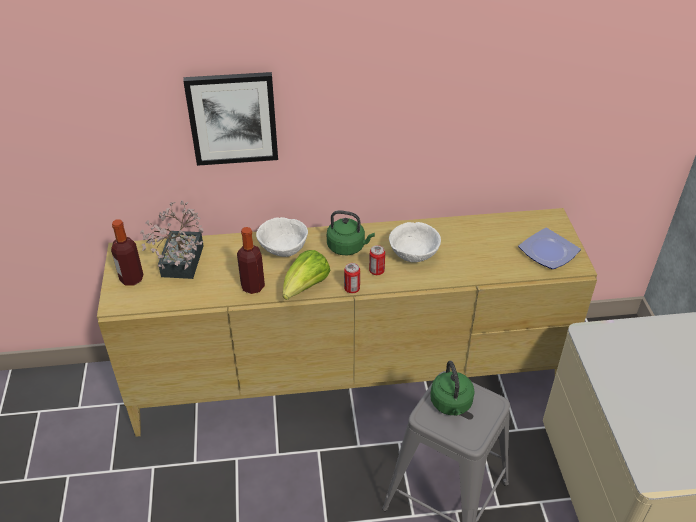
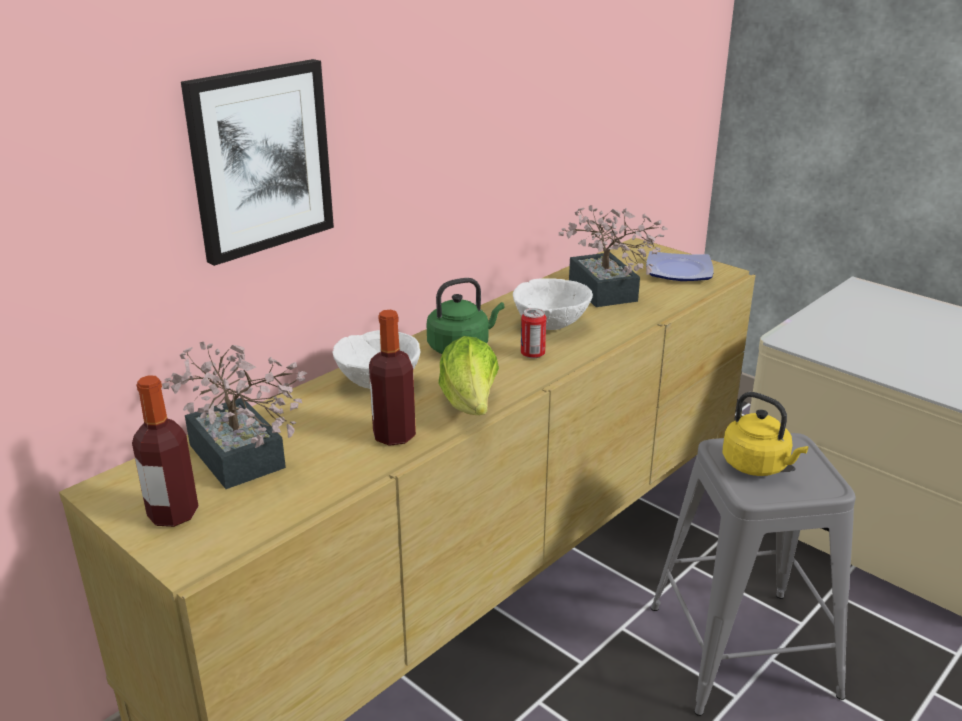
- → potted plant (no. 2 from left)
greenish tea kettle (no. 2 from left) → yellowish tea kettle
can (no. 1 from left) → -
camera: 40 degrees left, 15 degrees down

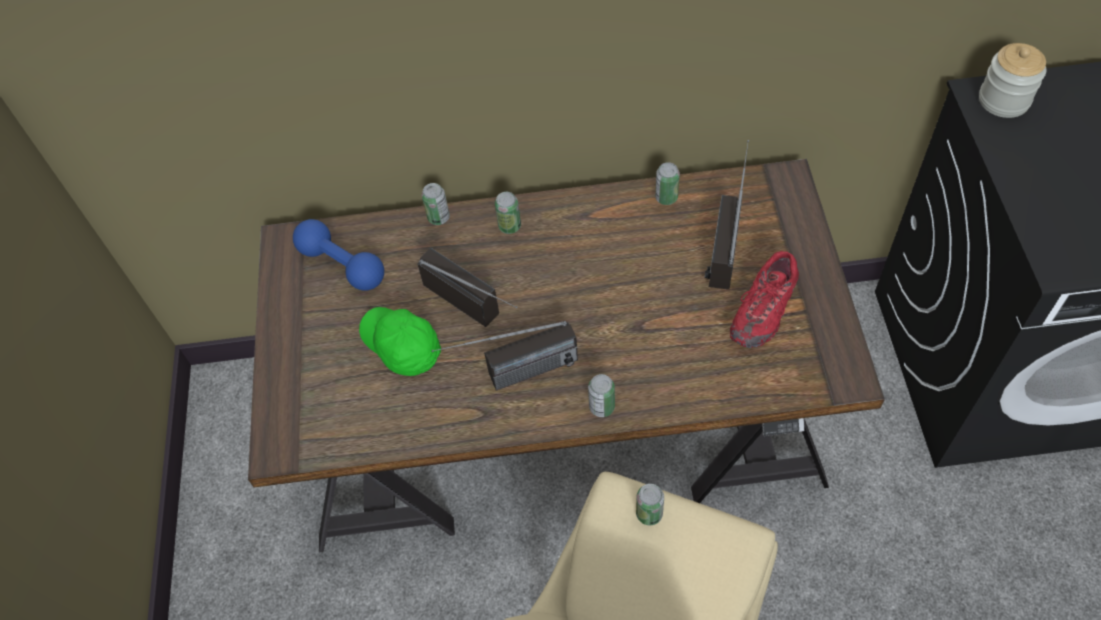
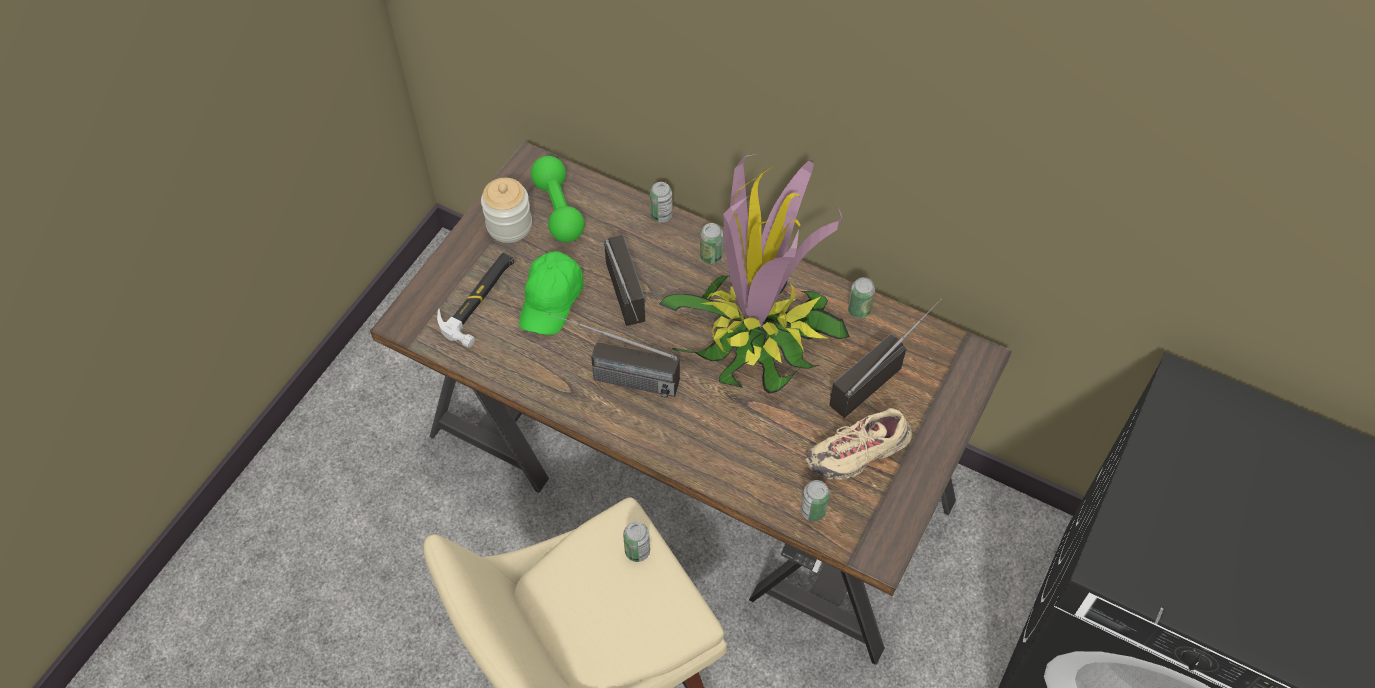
- → tool hammer
preserve jar, relocated
greenish cap, 150 degrees counterclockwise
blue free weight → greenish free weight
- → potted plant
can (no. 3 from left in the first image) → can (no. 4 from left), relocated
red-coloured shoe → sand-coloured shoe
camera: 30 degrees right, 0 degrees up

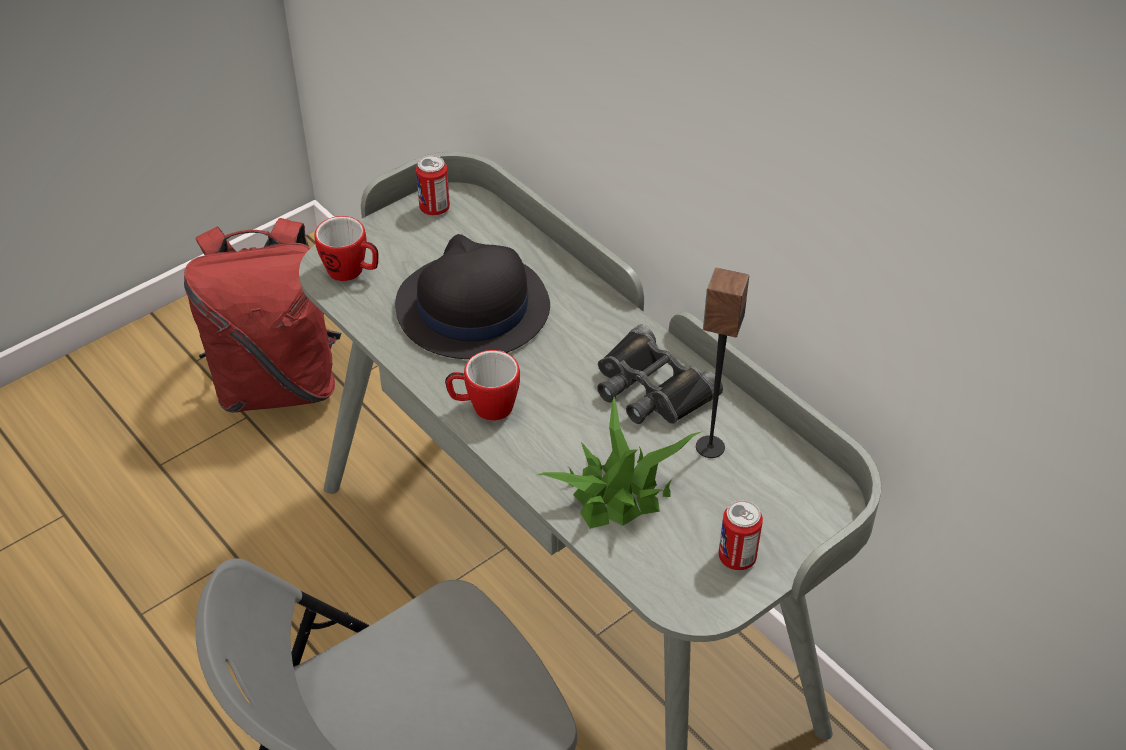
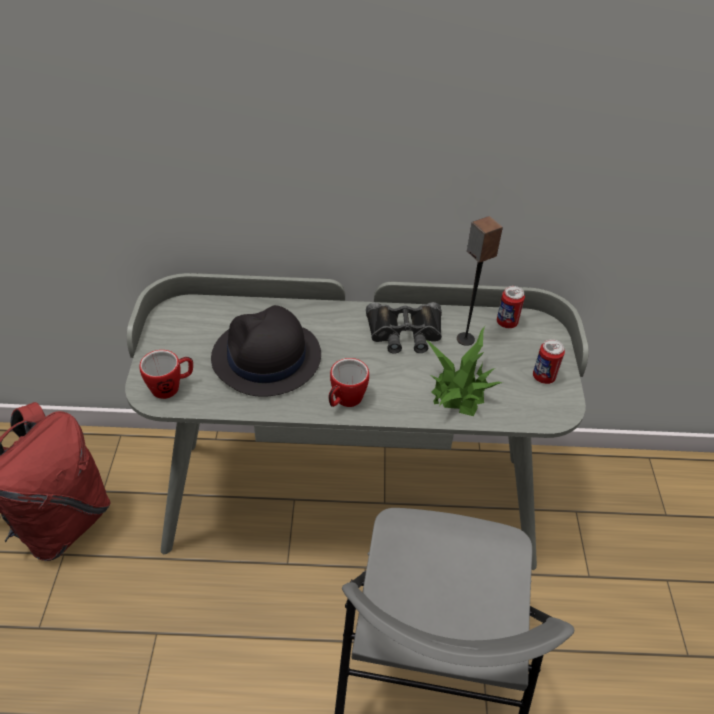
can (no. 1 from left), relocated
camera: 50 degrees left, 0 degrees up

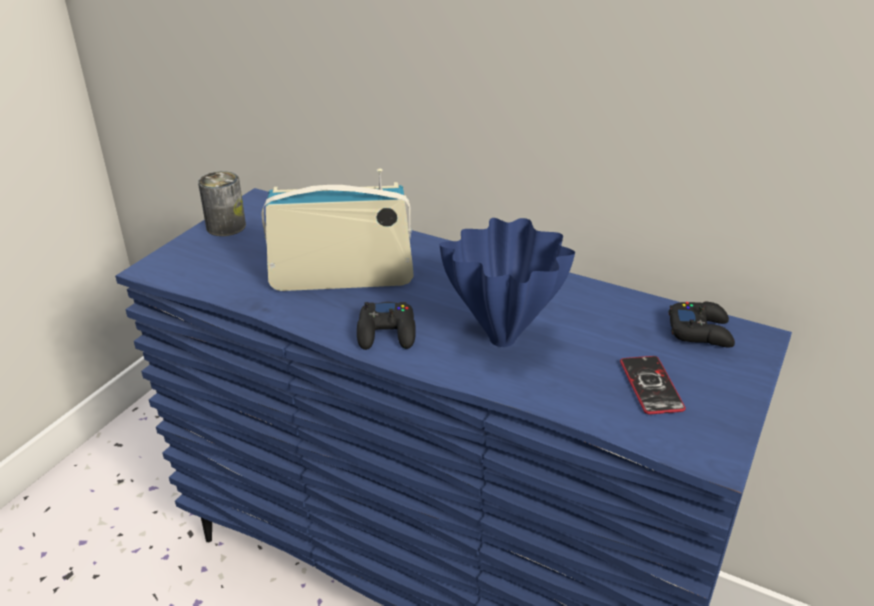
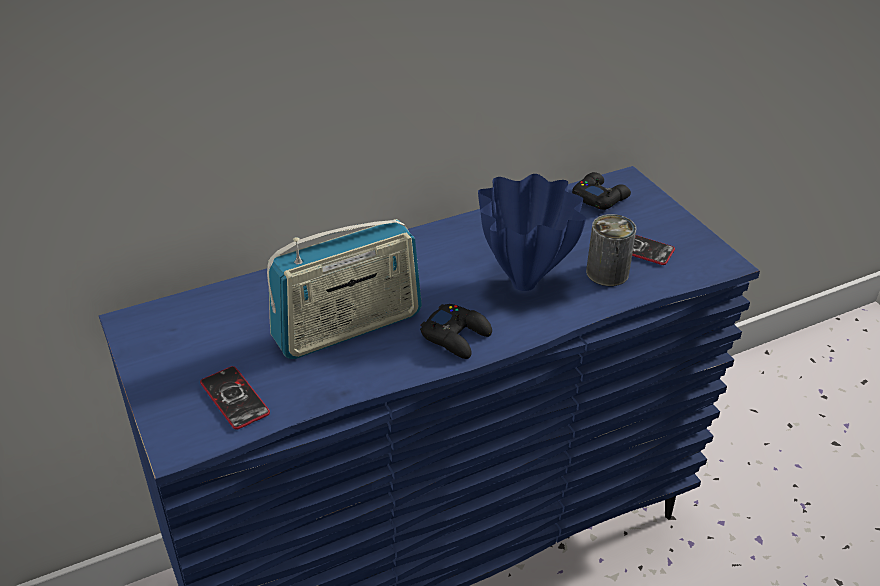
- → phone (no. 1 from left)
radio set, 150 degrees counterclockwise
can, relocated
camera: 55 degrees left, 5 degrees up

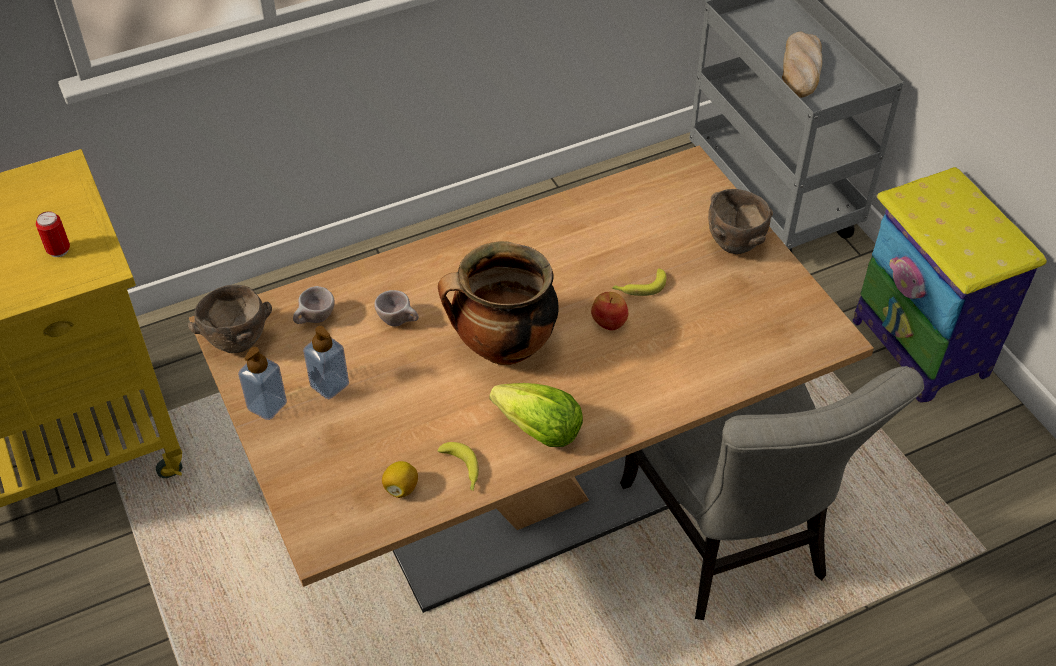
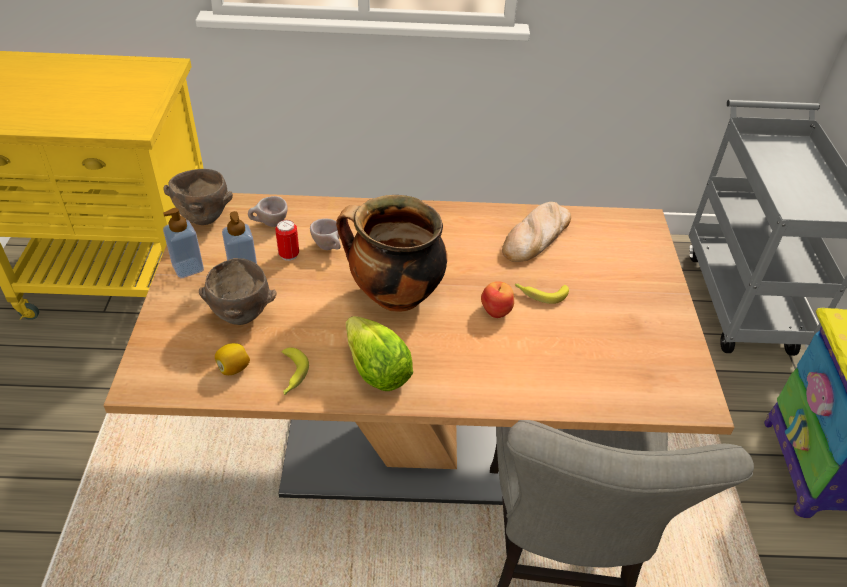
brownish bowl (no. 2 from left), relocated
can, relocated
baked bread, relocated
camera: 25 degrees right, 5 degrees down

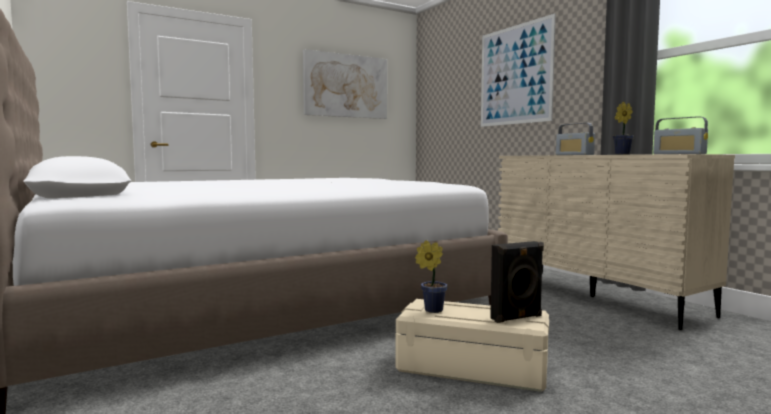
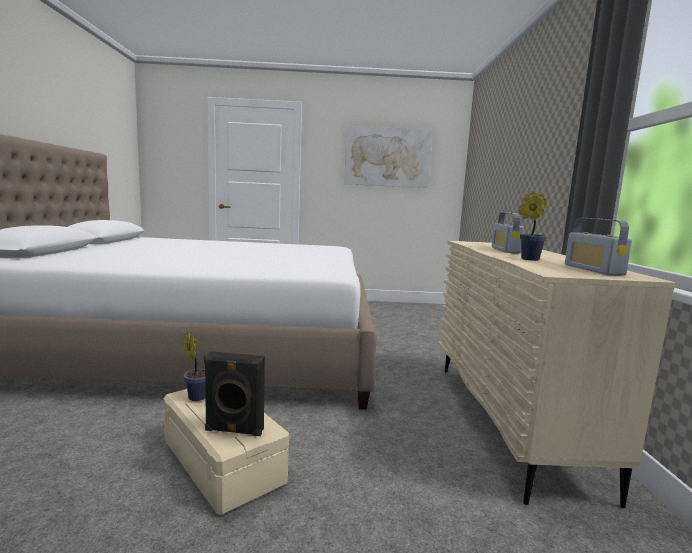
wall art (no. 2 from left) → -
camera: 30 degrees right, 5 degrees up

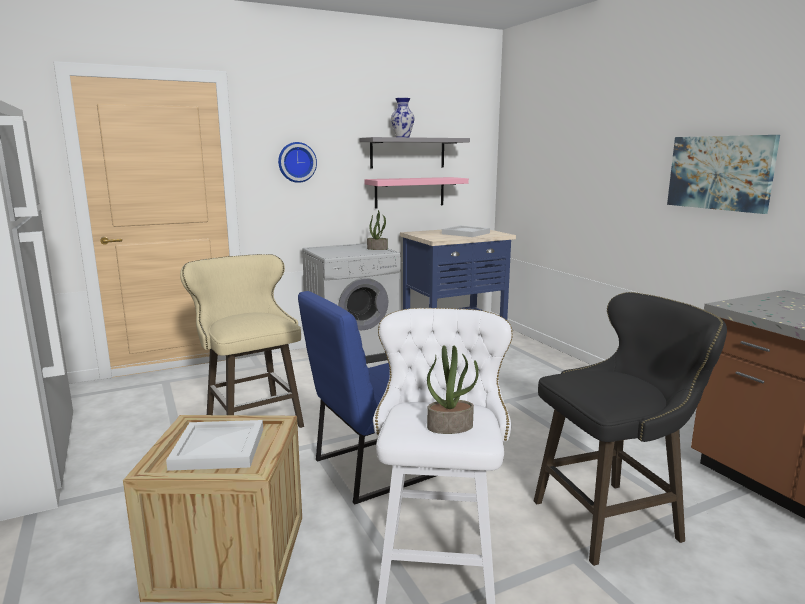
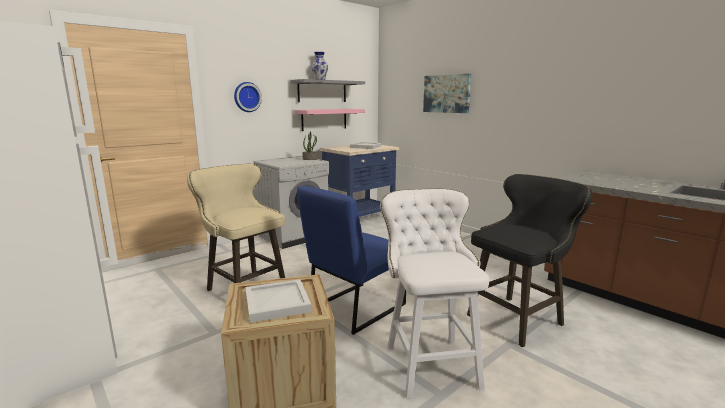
wall art, relocated
potted plant (no. 2 from left) → -
camera: 15 degrees left, 0 degrees up

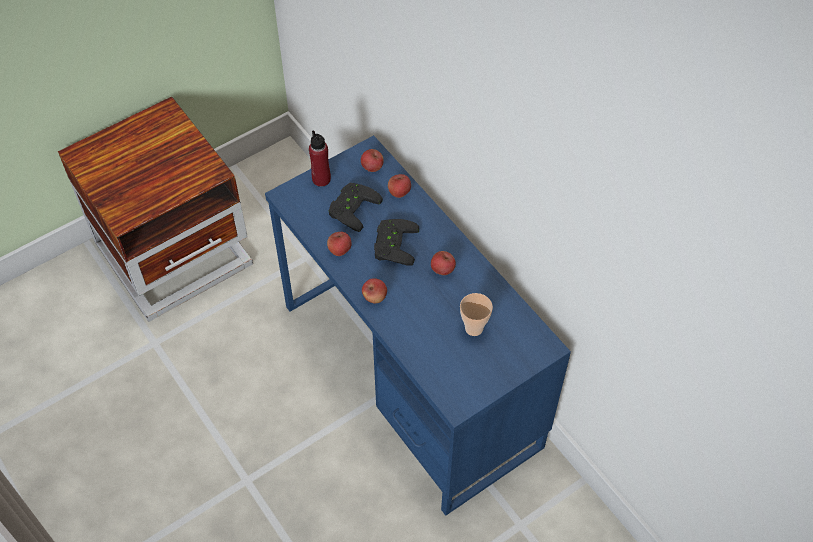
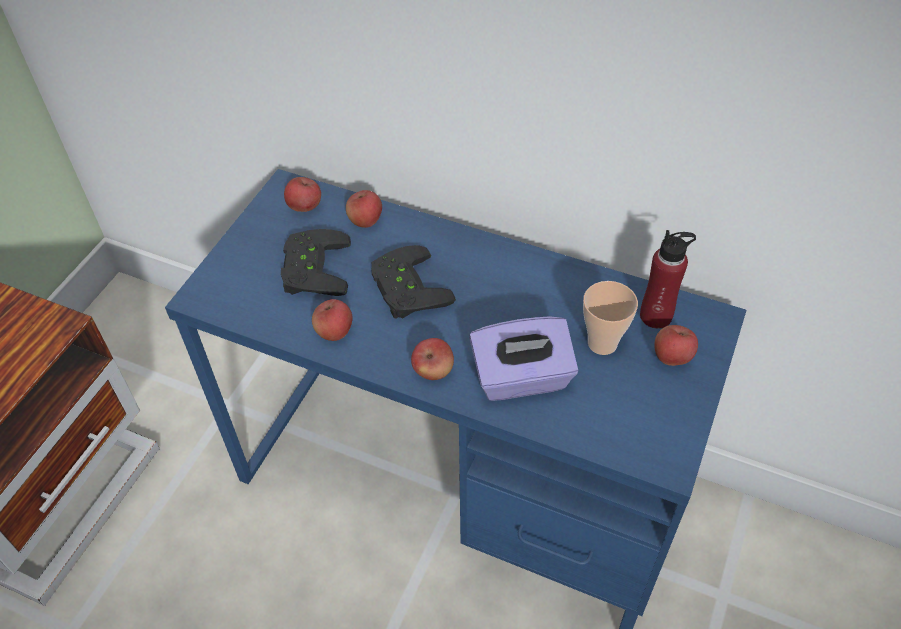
- → purple-coloured box of tissues
red-coloured drink bottle, relocated
whole apple (no. 5 from left), relocated
camera: 30 degrees left, 5 degrees down

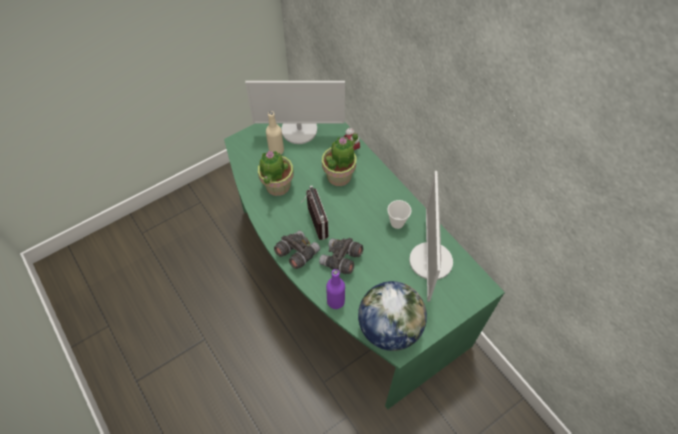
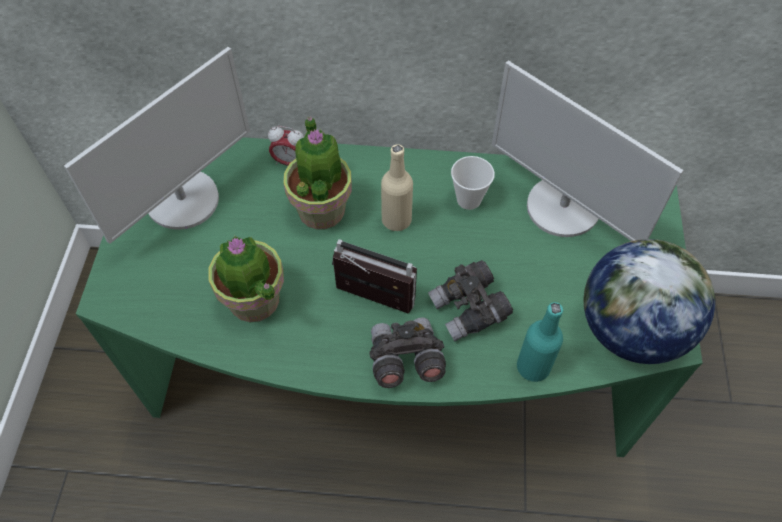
sand-coloured drink bottle, relocated
purple-coloured drink bottle → turquoise-coloured drink bottle
camera: 50 degrees left, 0 degrees up

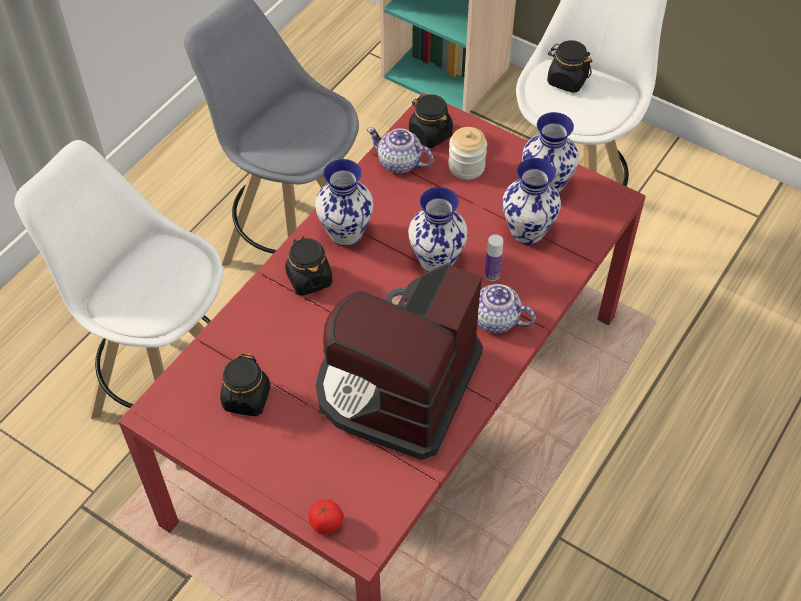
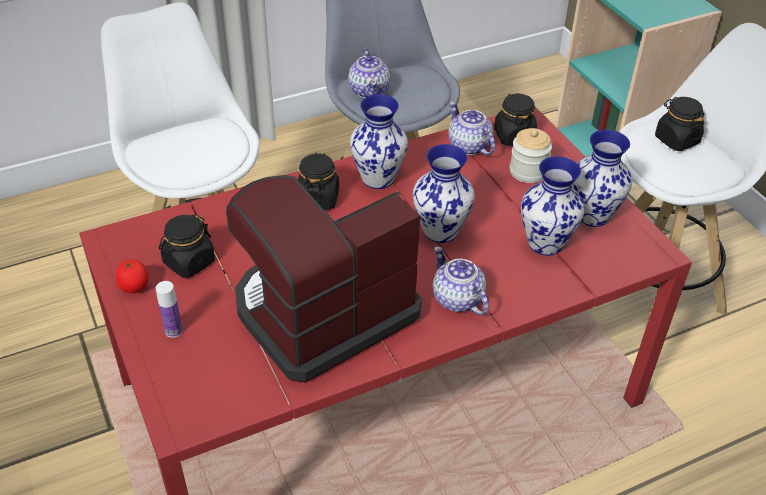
fresh tomato, relocated
drink bottle, relocated
- → teapot (no. 1 from left)
camera: 30 degrees right, 10 degrees down

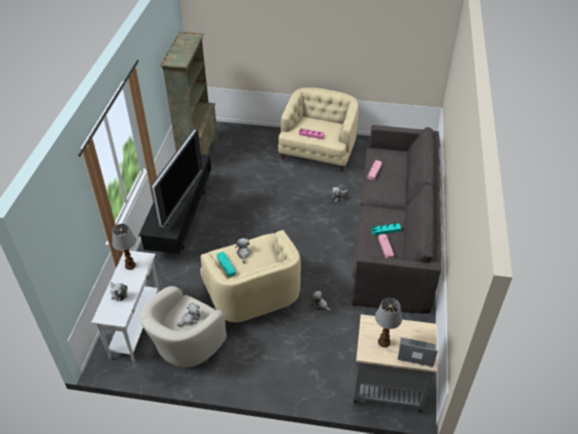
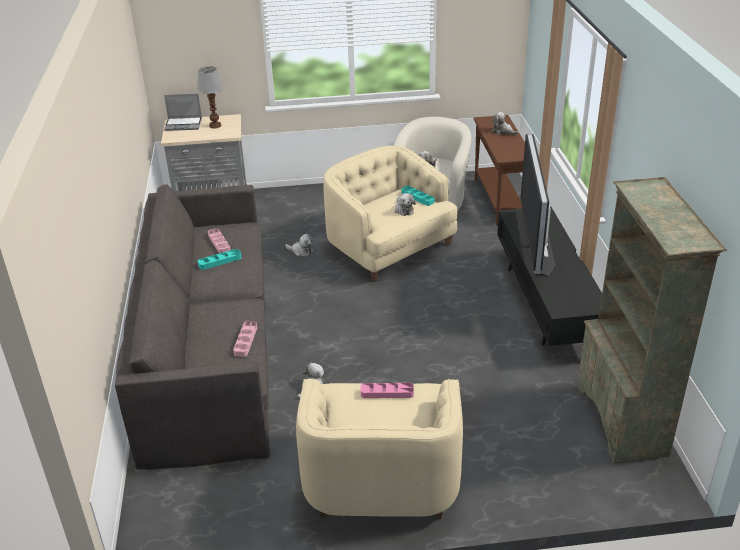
whitish hall table → brownish hall table
table lamp (no. 1 from left) → -
camera: 165 degrees right, 10 degrees down

